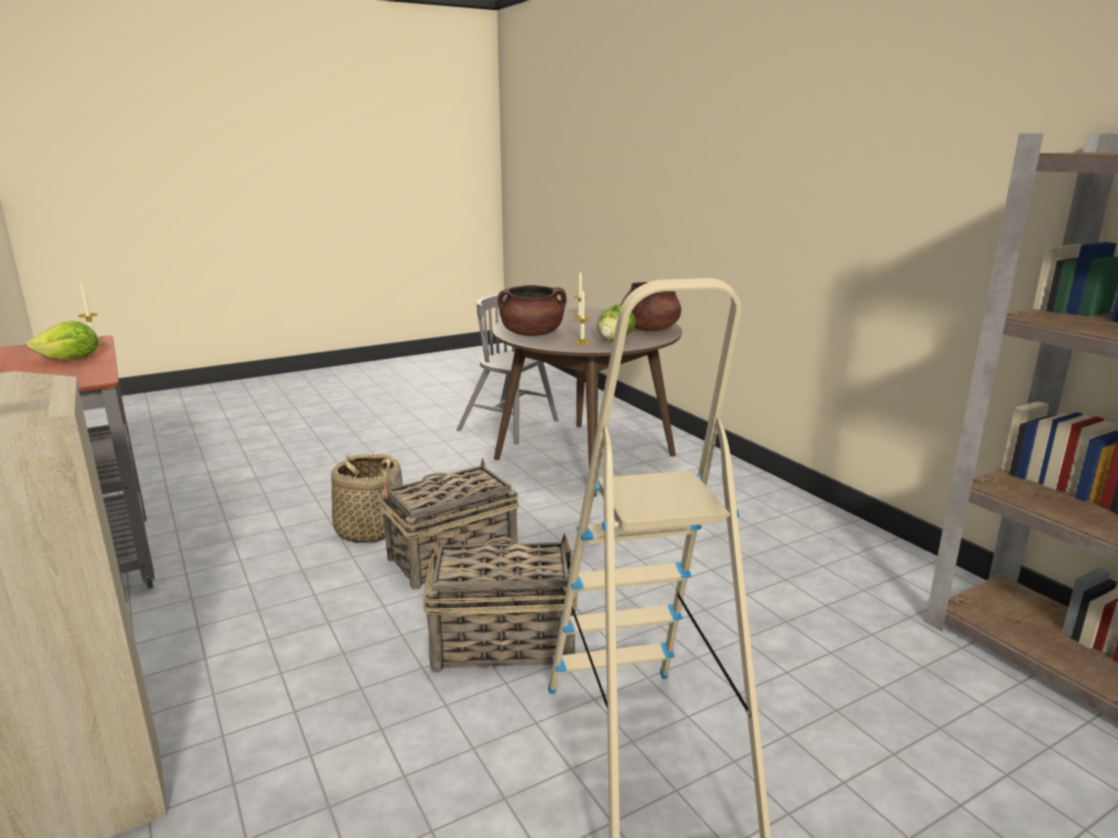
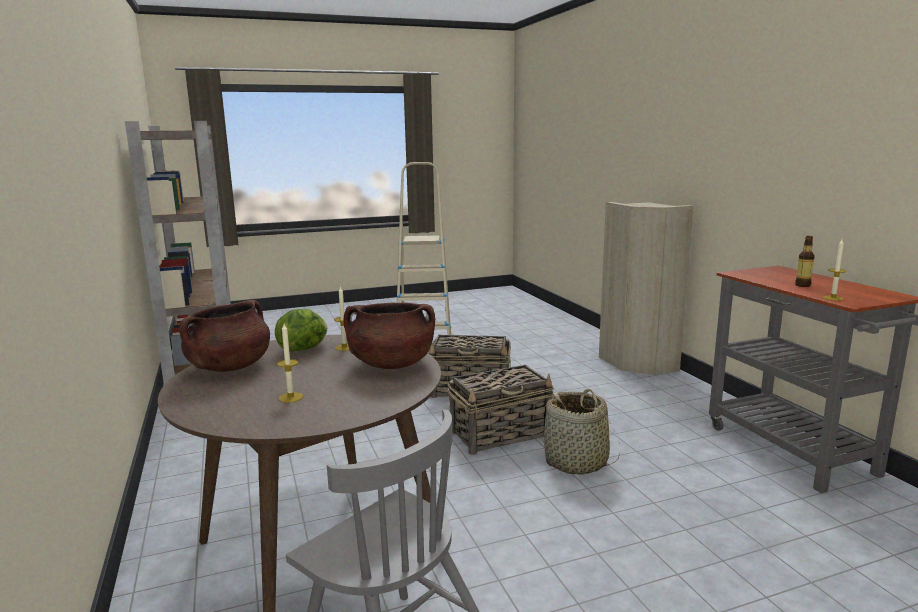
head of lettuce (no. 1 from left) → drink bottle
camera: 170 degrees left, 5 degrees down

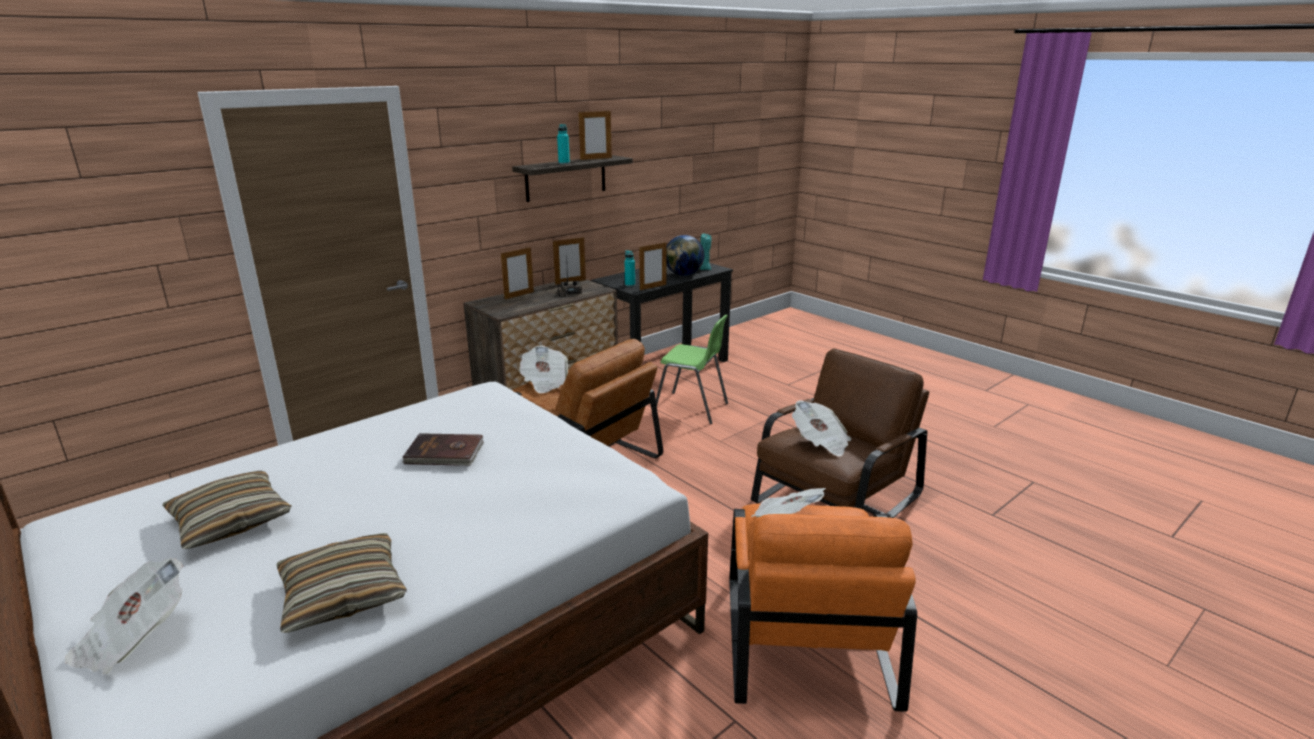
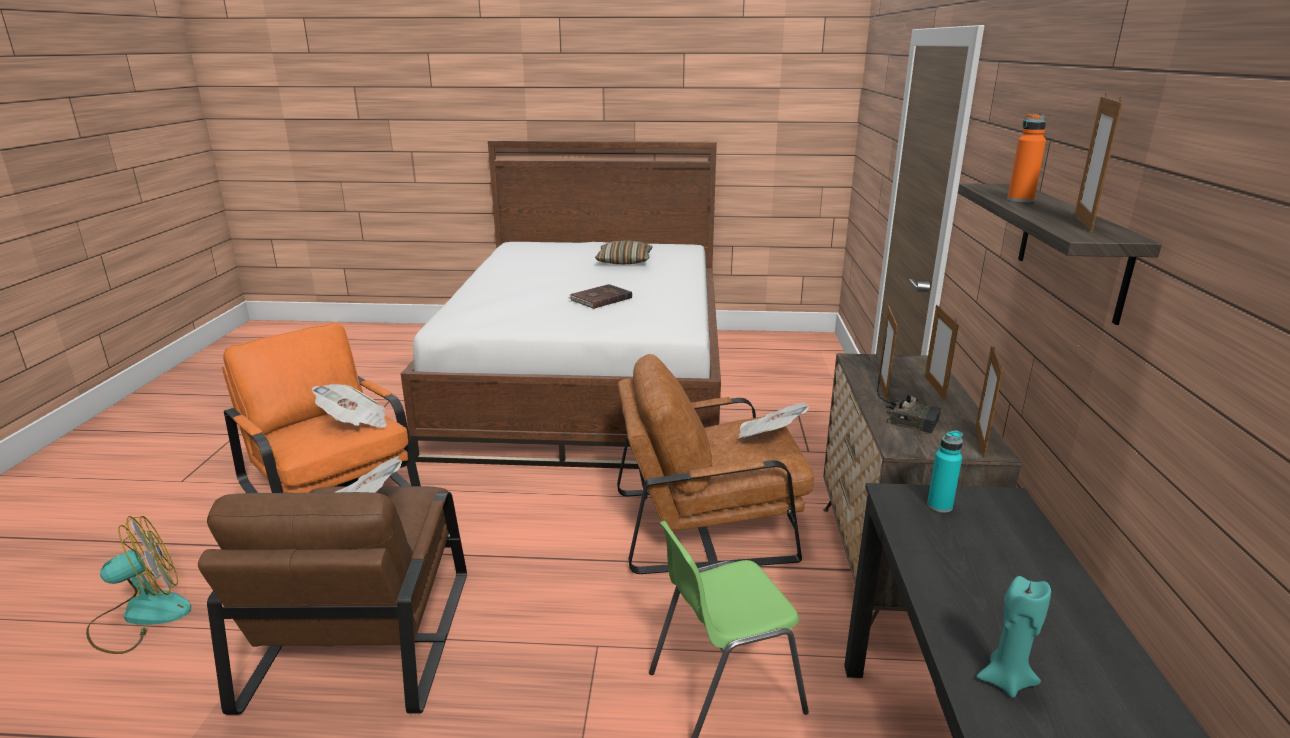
- → electric fan
photo frame (no. 4 from left in the first image) → photo frame (no. 1 from left), relocated
turquoise-coloured drink bottle (no. 1 from left) → orange drink bottle
newspaper (no. 1 from left) → -
cushion (no. 2 from left) → -
desk globe → -
camera: 135 degrees right, 0 degrees up

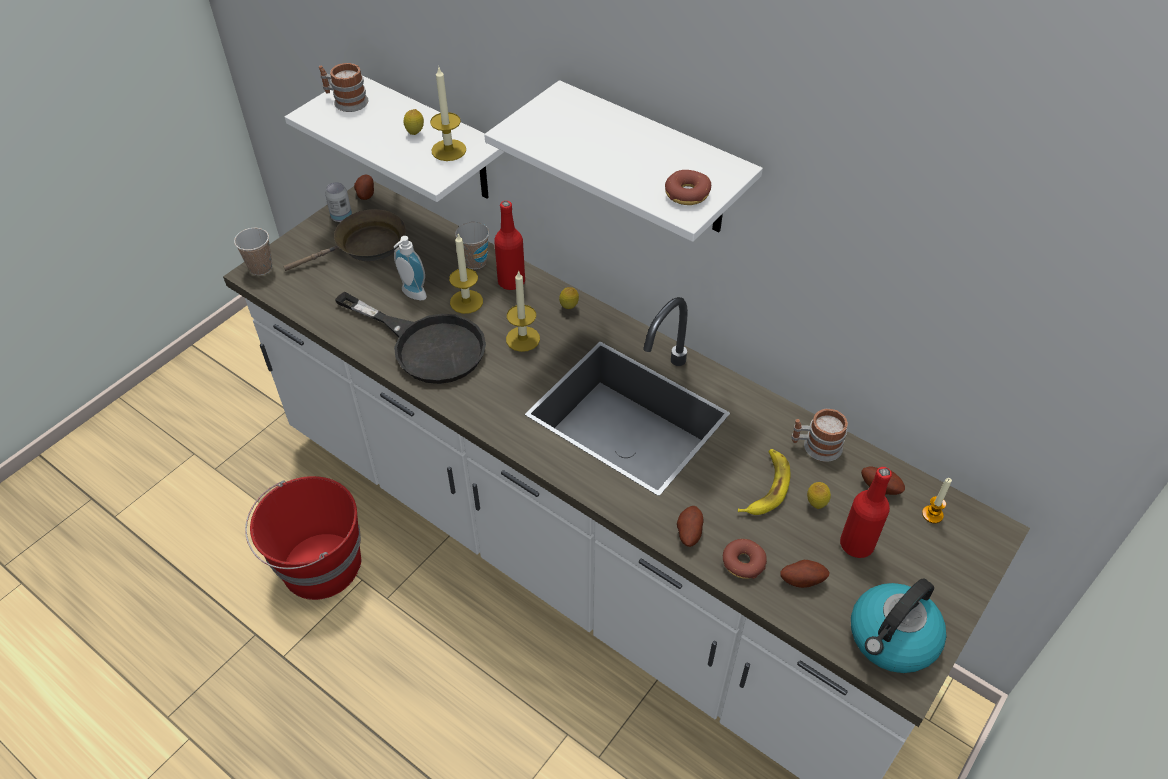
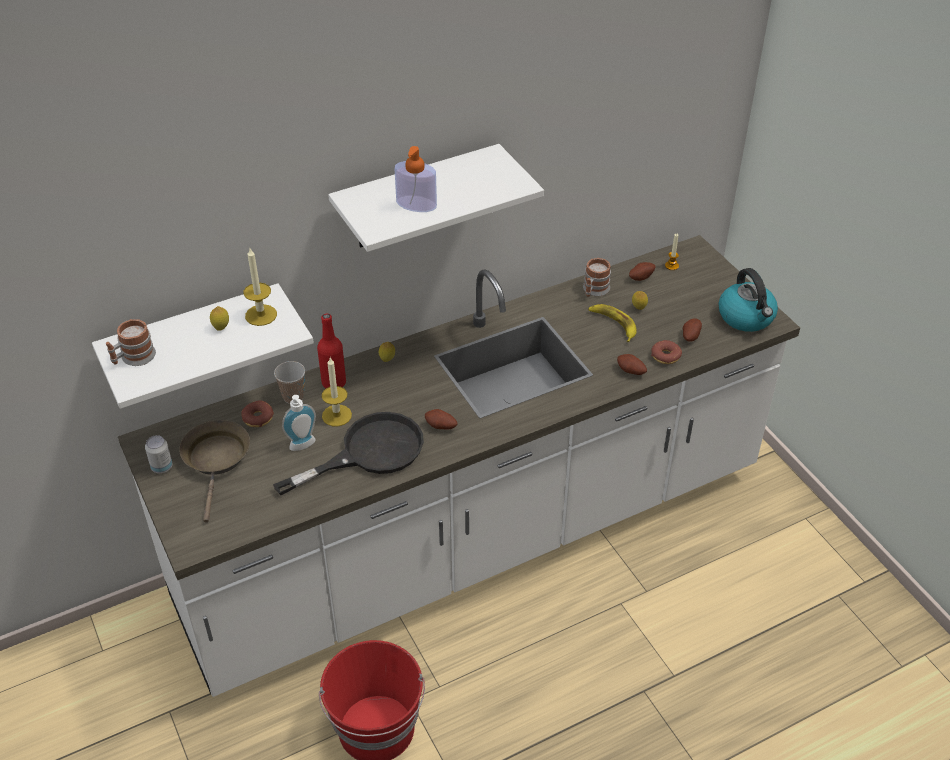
doughnut (no. 1 from left), relocated
- → soap bottle (no. 2 from left)
potato (no. 1 from left), relocated
cup (no. 1 from left) → -
wax light (no. 3 from left) → -
red-coloured drink bottle (no. 2 from left) → -
camera: 65 degrees left, 5 degrees down

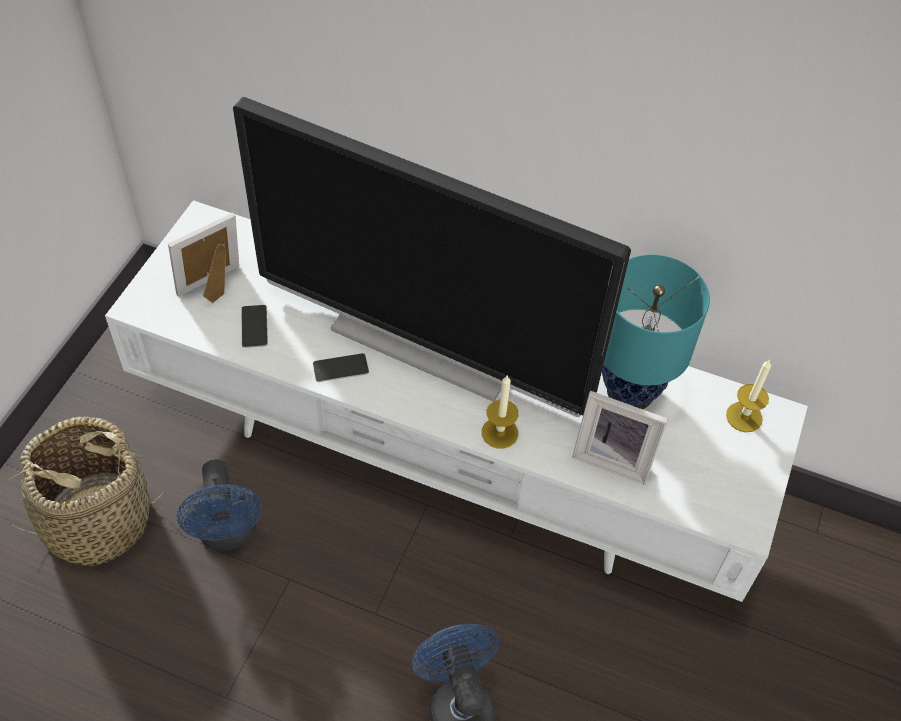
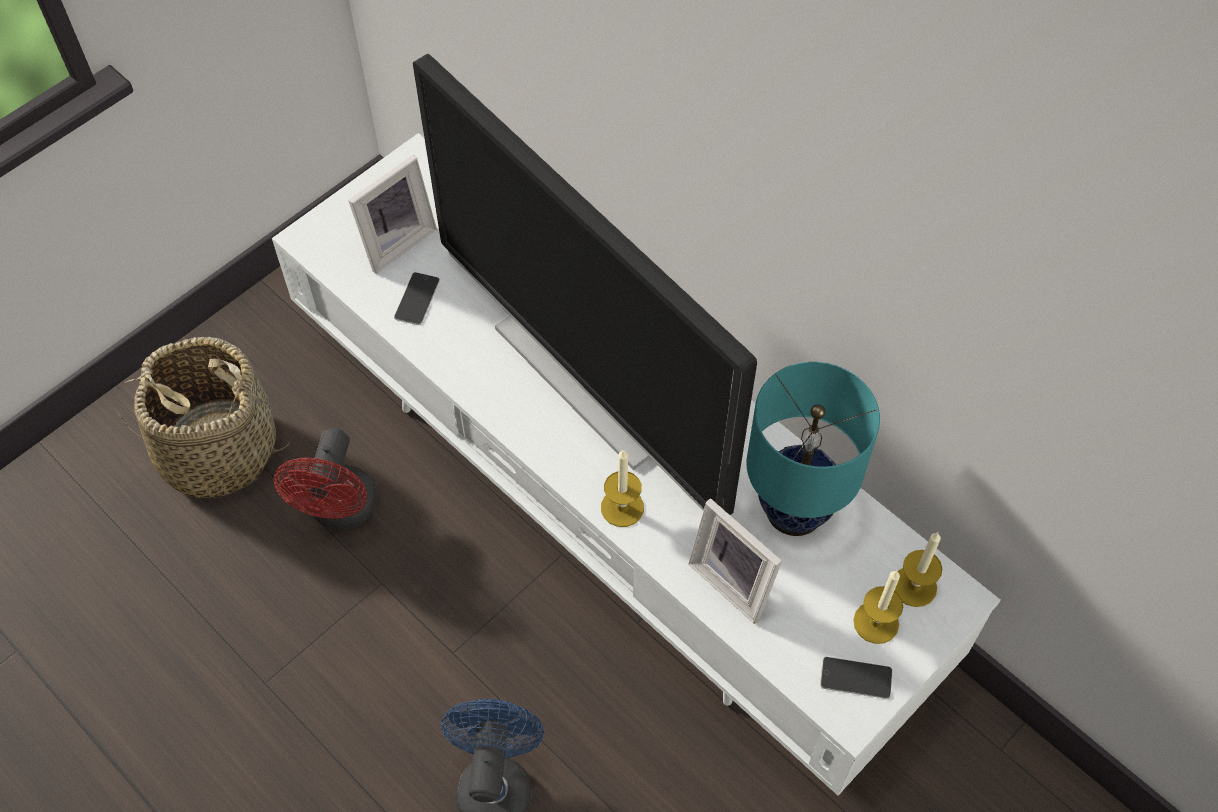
blue electric fan (no. 1 from left) → red-coloured electric fan
photo frame (no. 1 from left), 150 degrees clockwise
phone (no. 2 from left), relocated
- → wax light (no. 2 from left)
camera: 25 degrees right, 5 degrees up

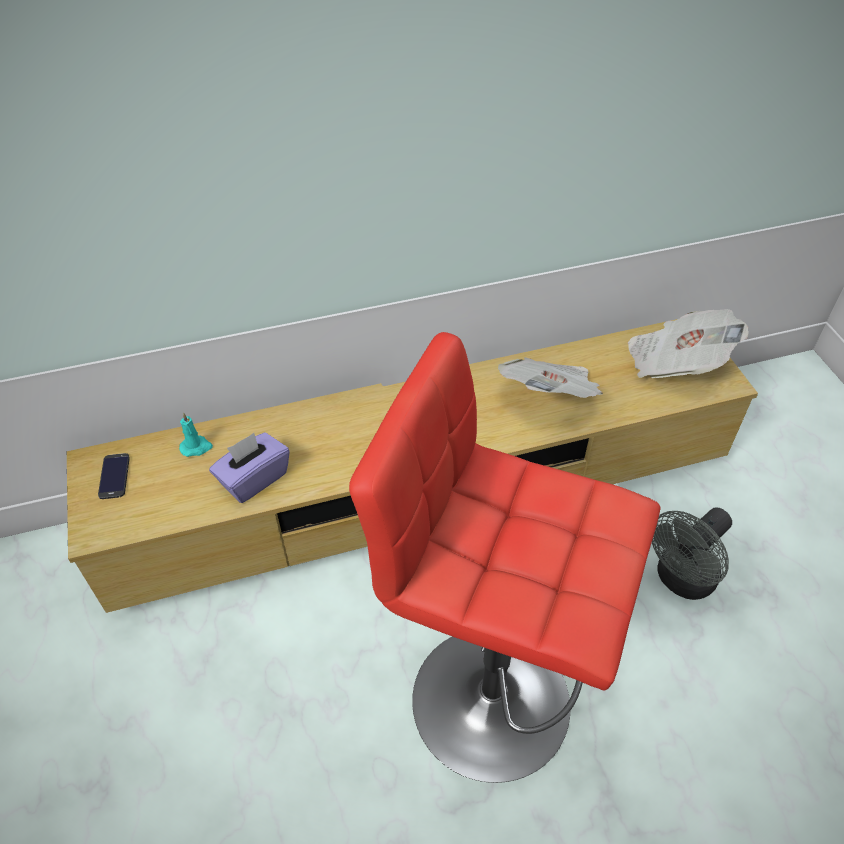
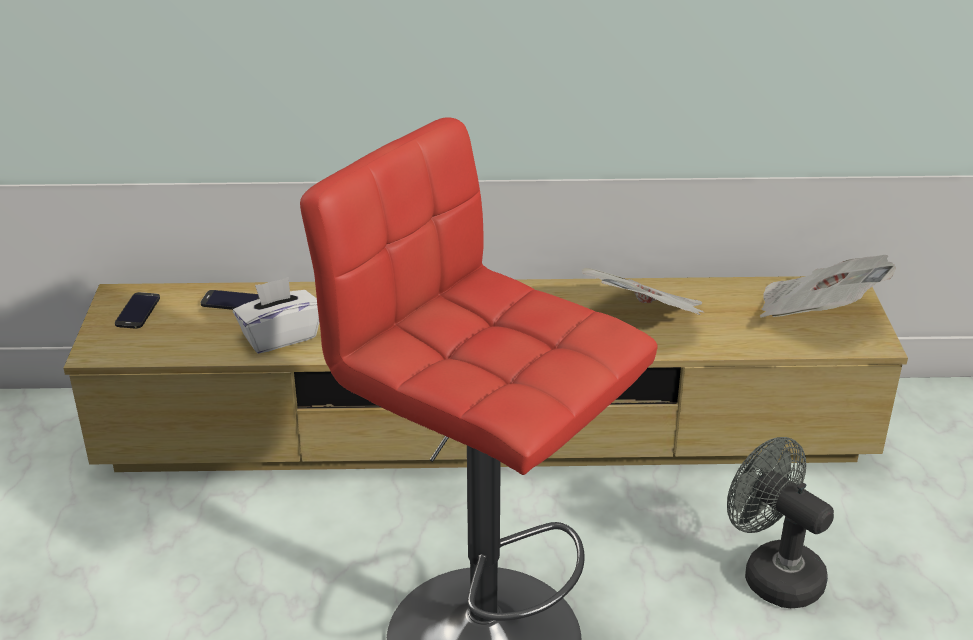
turquoise-coloured wax light → phone (no. 2 from left)
purple-coloured box of tissues → whitish box of tissues
greyish electric fan, 75 degrees clockwise
camera: 15 degrees right, 15 degrees down

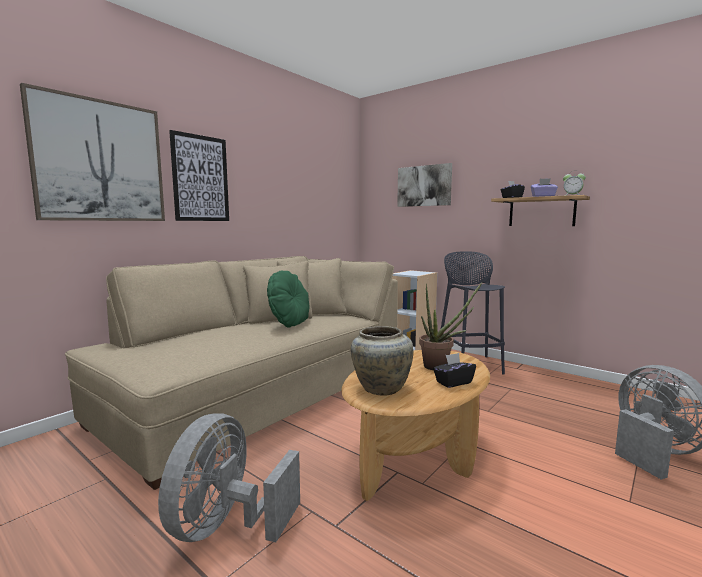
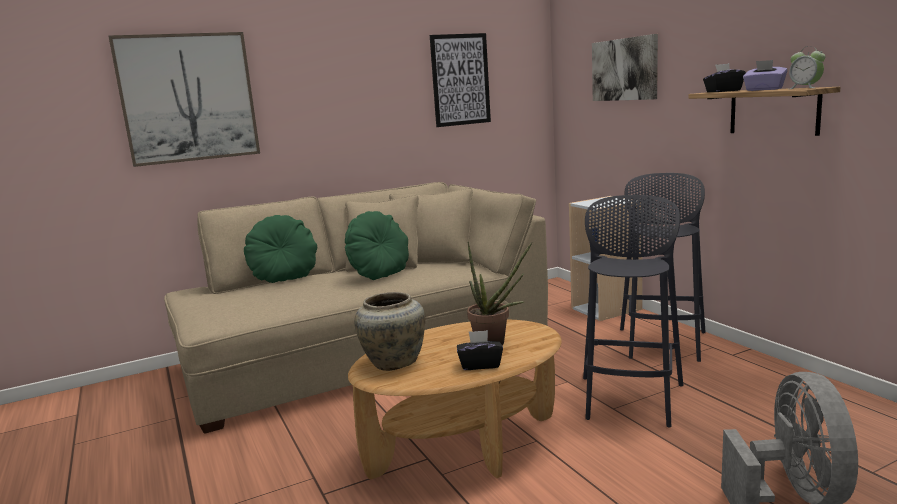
- → greenish cushion (no. 1 from left)
wall art (no. 2 from left), relocated
- → greyish stool (no. 1 from left)
greyish electric fan (no. 1 from left) → -
camera: 25 degrees right, 5 degrees up

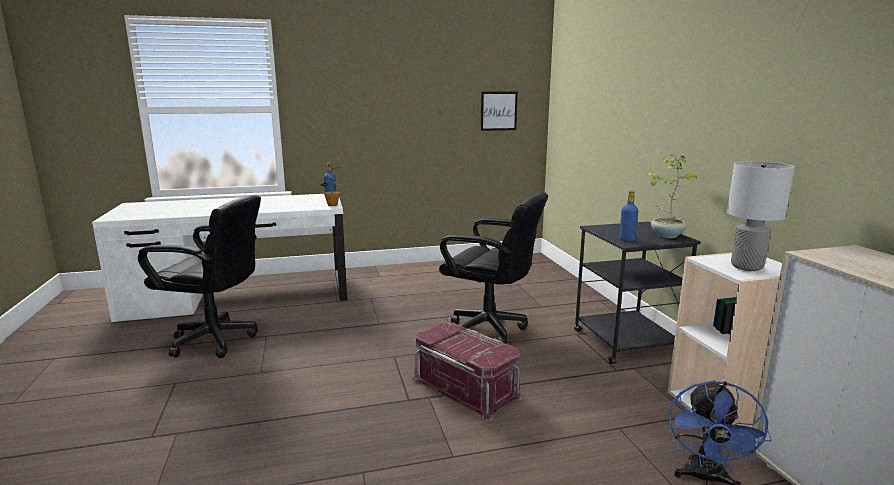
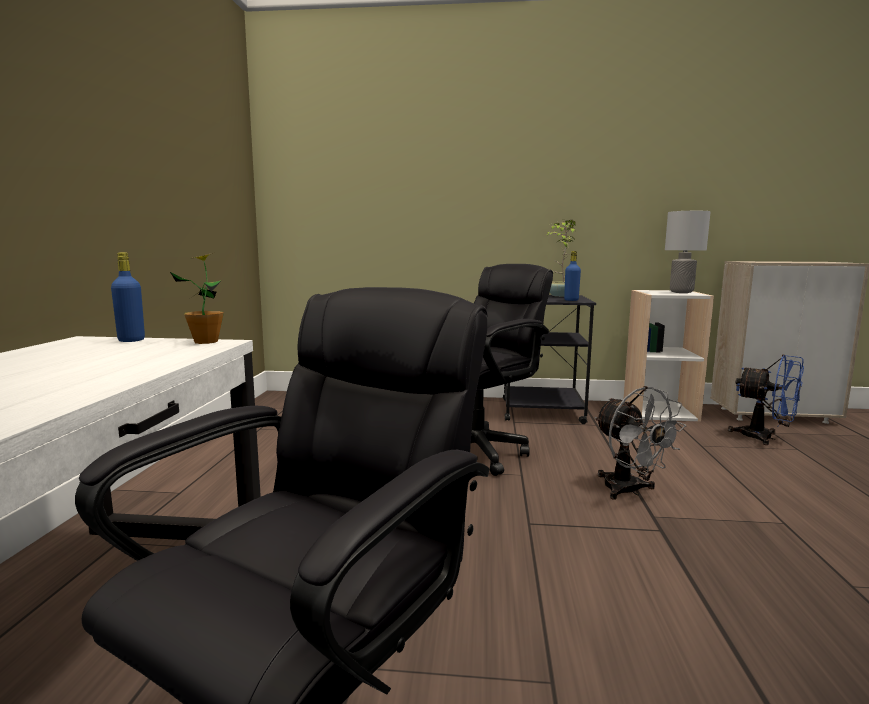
red-coloured storage container → greyish electric fan
wall art → -
camera: 70 degrees left, 5 degrees down

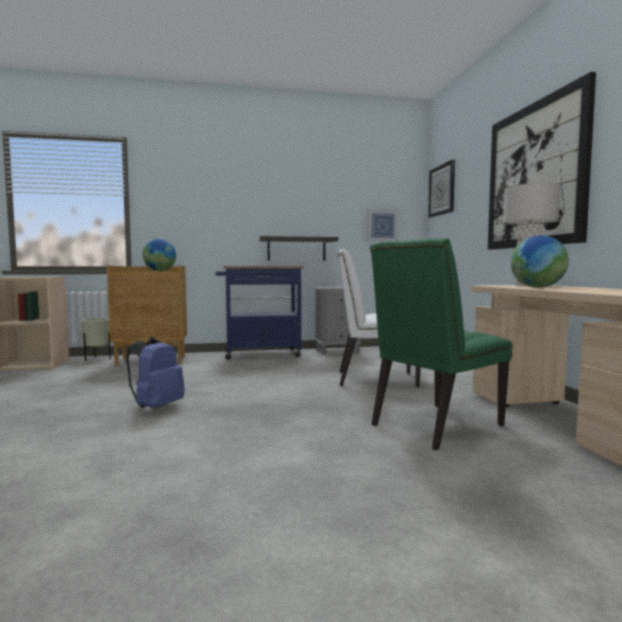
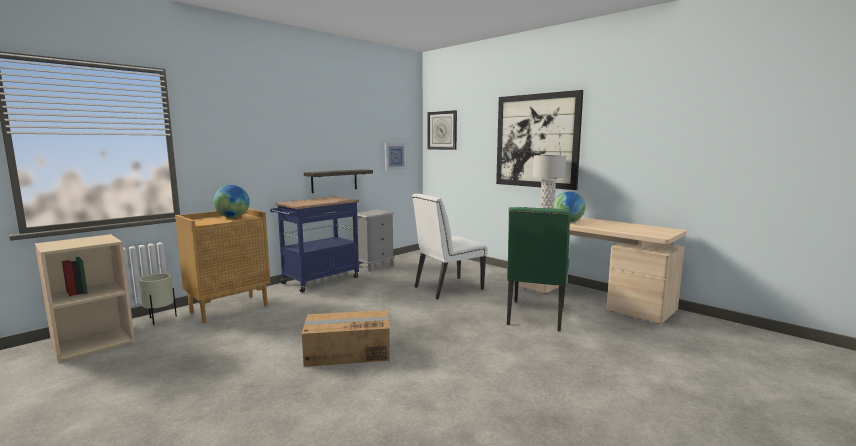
blue knapsack → cardboard box
camera: 35 degrees left, 5 degrees up

